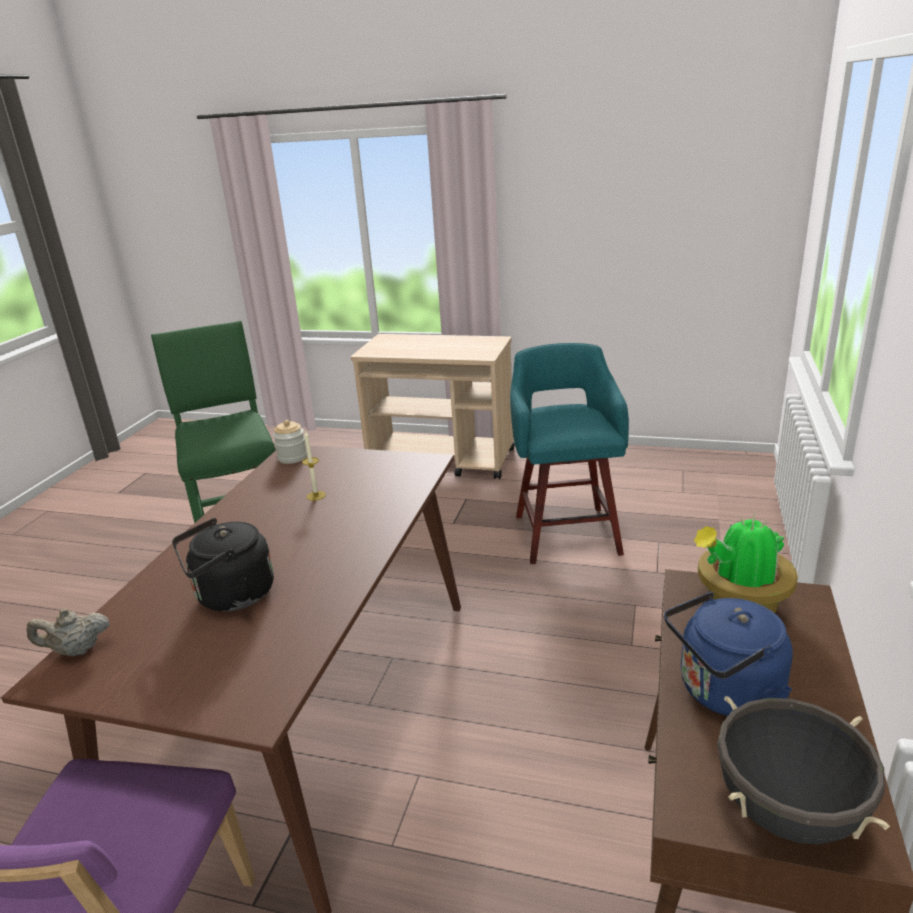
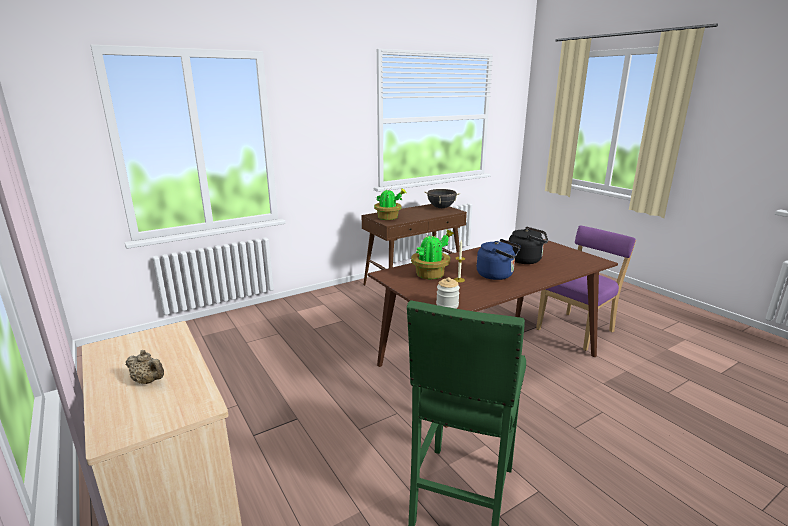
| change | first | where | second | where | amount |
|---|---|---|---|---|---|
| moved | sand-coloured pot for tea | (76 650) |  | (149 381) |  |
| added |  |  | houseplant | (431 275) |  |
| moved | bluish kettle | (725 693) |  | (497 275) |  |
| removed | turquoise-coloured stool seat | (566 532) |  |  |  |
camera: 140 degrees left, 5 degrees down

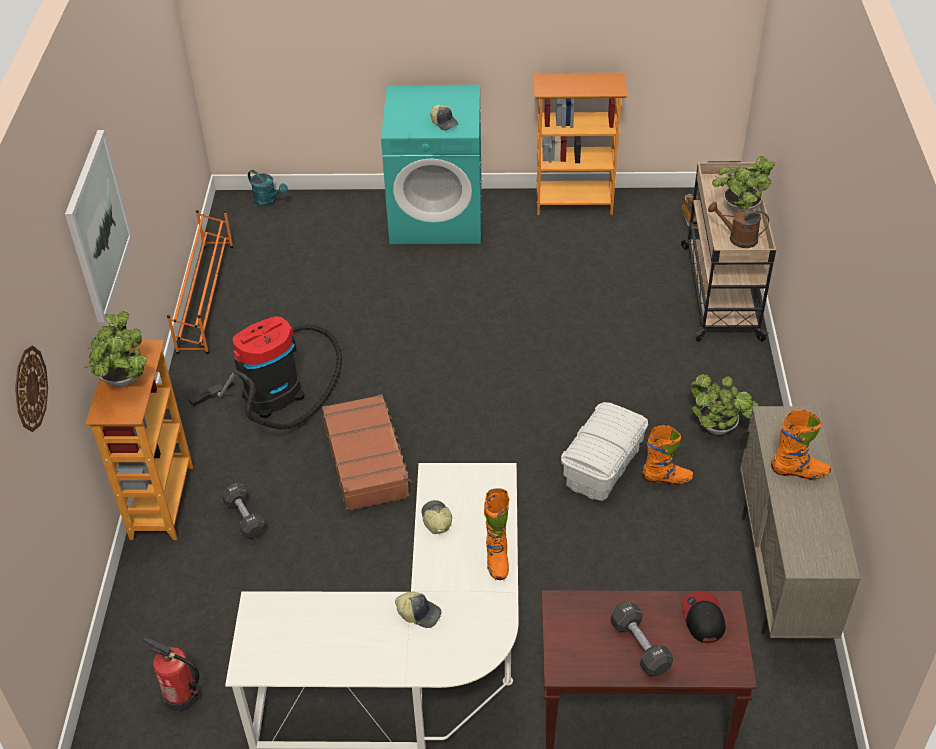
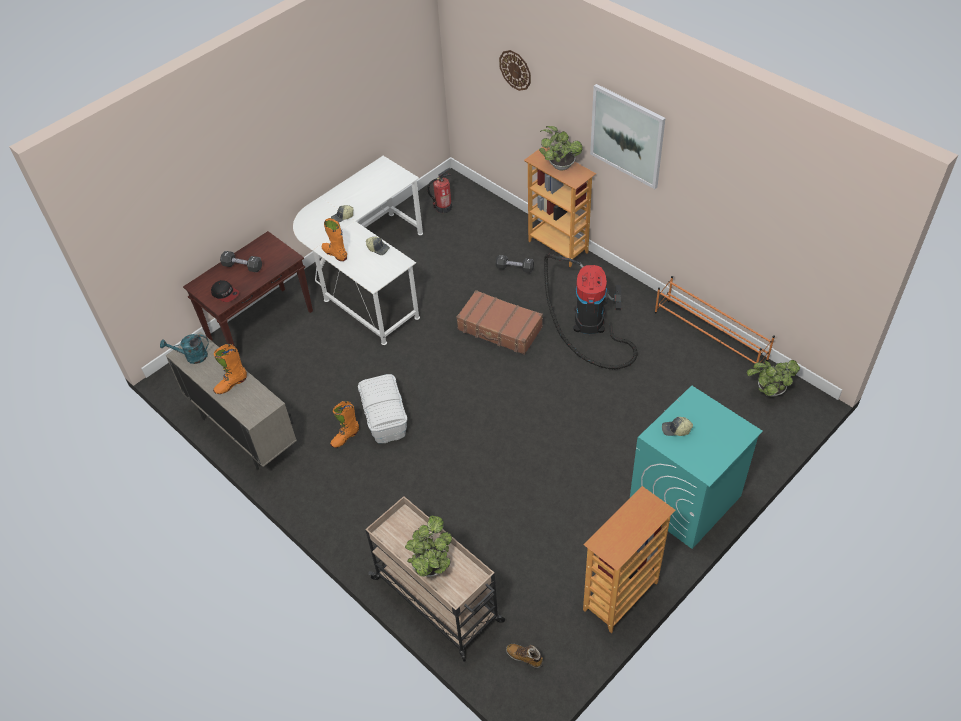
| change | first | where | second | where | amount |
|---|---|---|---|---|---|
| moved | turquoise-coloured watering can | (269 201) |  | (192 357) |  |
| moved | houseplant | (719 428) |  | (768 391) |  |
| removed | brown-coloured watering can | (737 238) |  |  |  |
camera: 135 degrees right, 5 degrees up

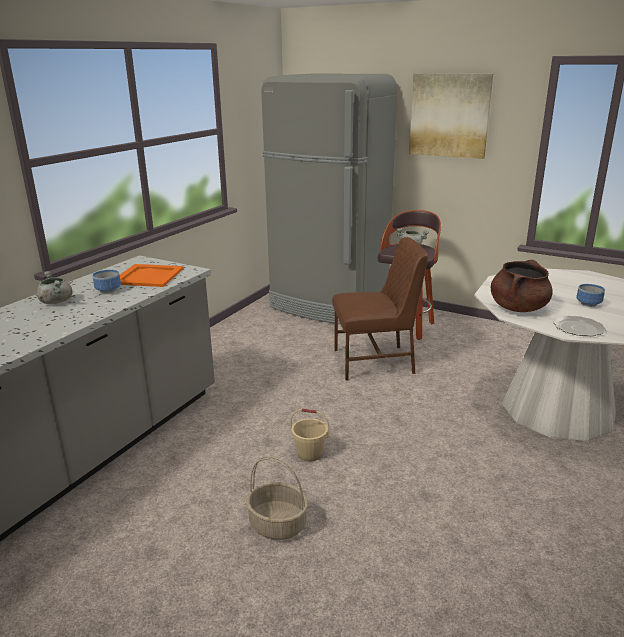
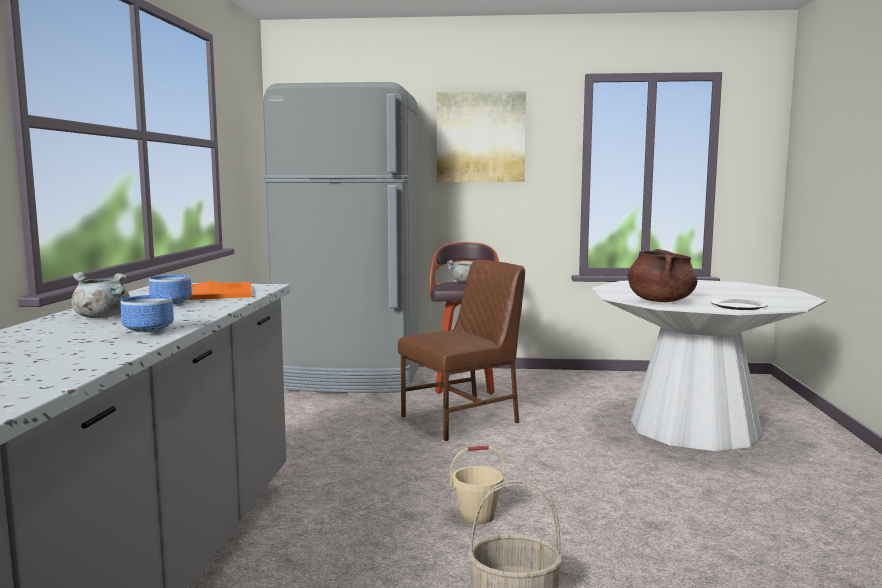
| change | first | where | second | where | amount |
|---|---|---|---|---|---|
| moved | serving bowl | (588 303) |  | (150 331) |  |
camera: 25 degrees left, 15 degrees down

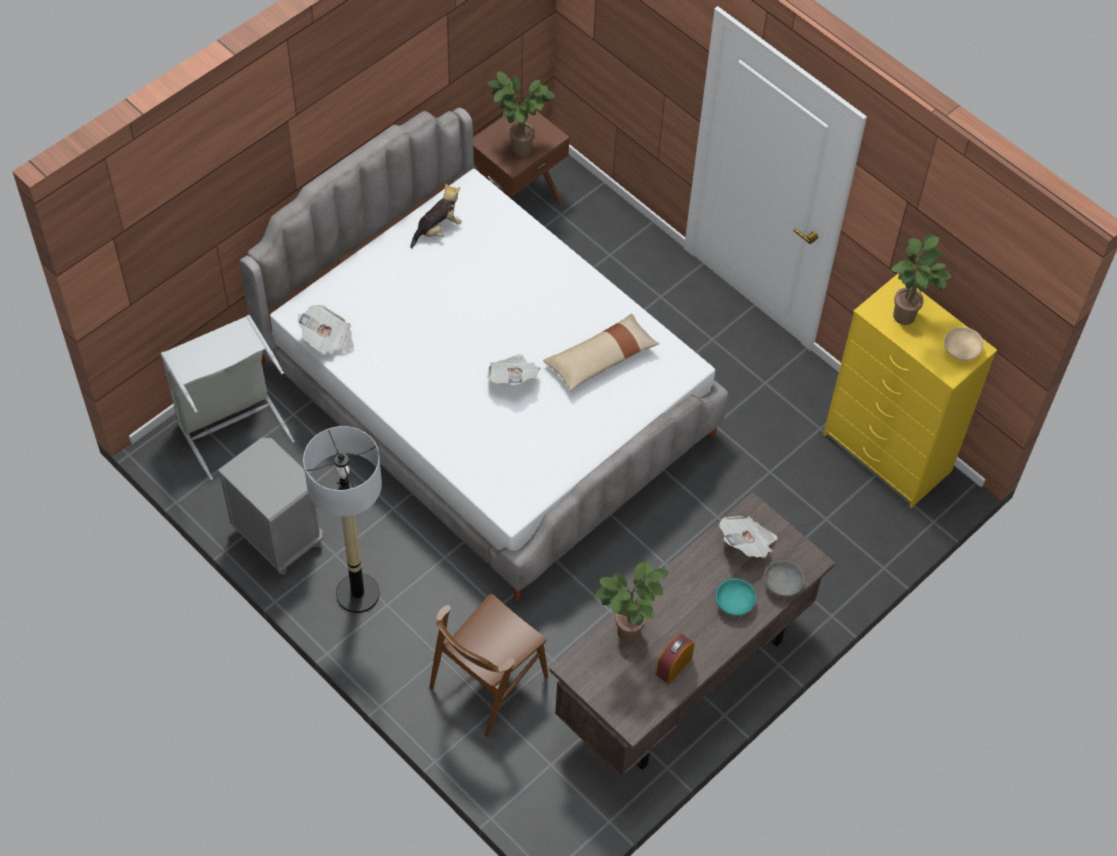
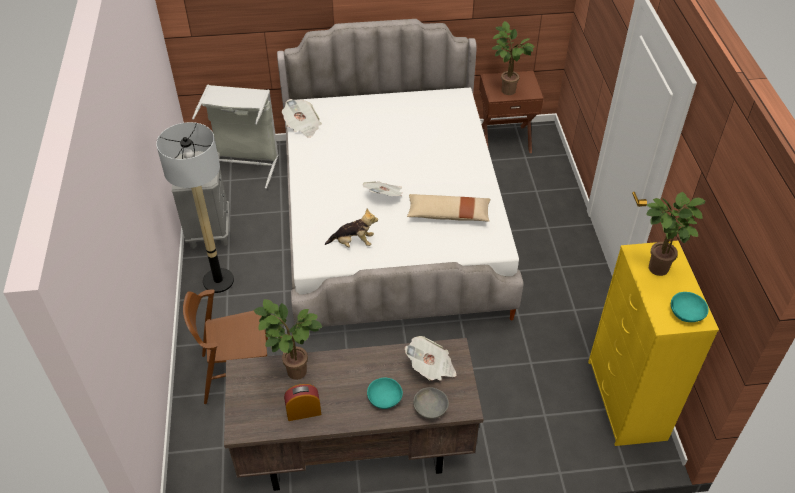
| change | first | where | second | where | amount |
|---|---|---|---|---|---|
| moved | soft toy | (437 230) |  | (353 243) |  |
| recoloured | sand-coloured serving bowl | (961 351) | turquoise-coloured serving bowl | (686 314) |  |
camera: 40 degrees right, 10 degrees down

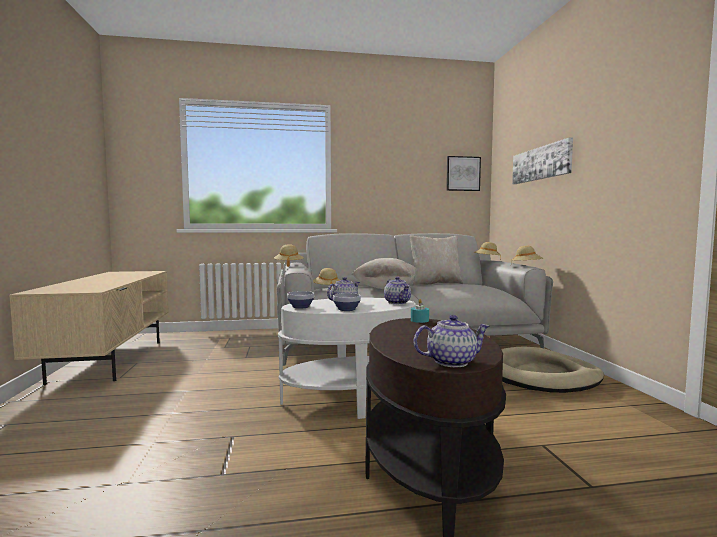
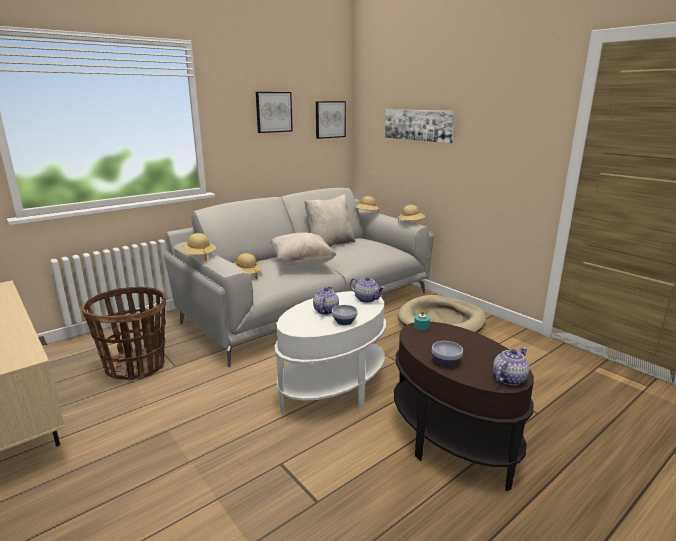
| change | first | where | second | where | amount |
|---|---|---|---|---|---|
| added |  |  | household basket | (136 366) |  |
| added |  |  | wall picture | (273 112) |  |
| moved | serving bowl | (301 307) |  | (447 362) |  |
camera: 30 degrees left, 15 degrees up

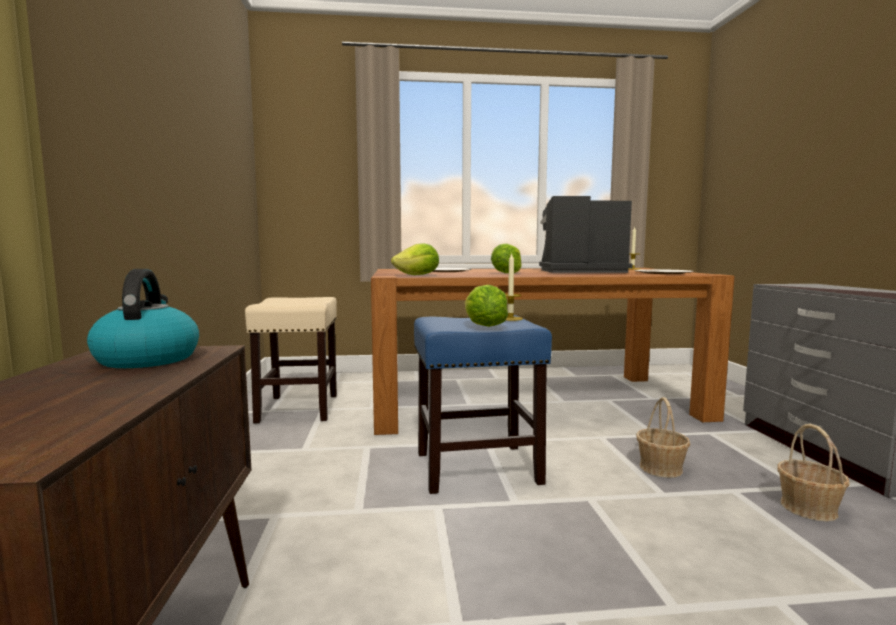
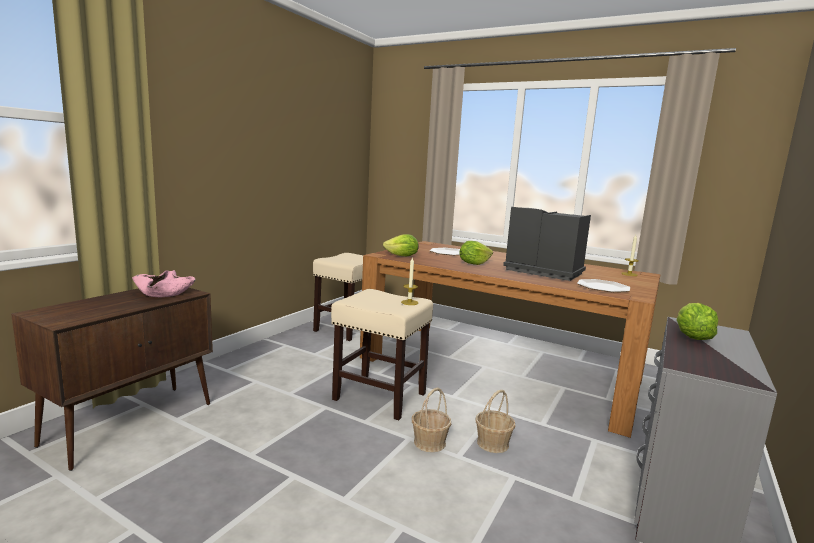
| change | first | where | second | where | amount |
|---|---|---|---|---|---|
| replaced | kettle | (147 359) | pink serving bowl | (165 293) |  |
| recoloured | bluish stool seat | (475 468) | sand-coloured stool seat | (378 396) |  |
| moved | household basket | (808 508) |  | (429 442) |  |
| moved | lettuce head | (484 326) |  | (691 337) |  |
camera: 35 degrees right, 5 degrees up

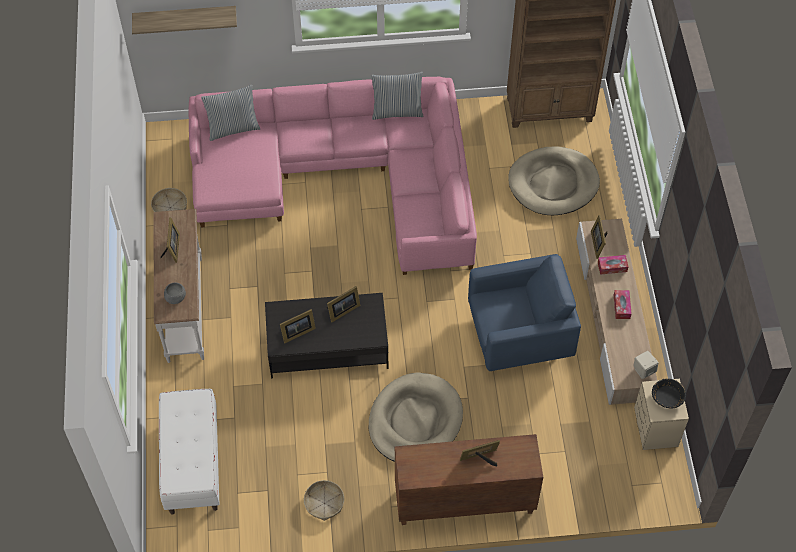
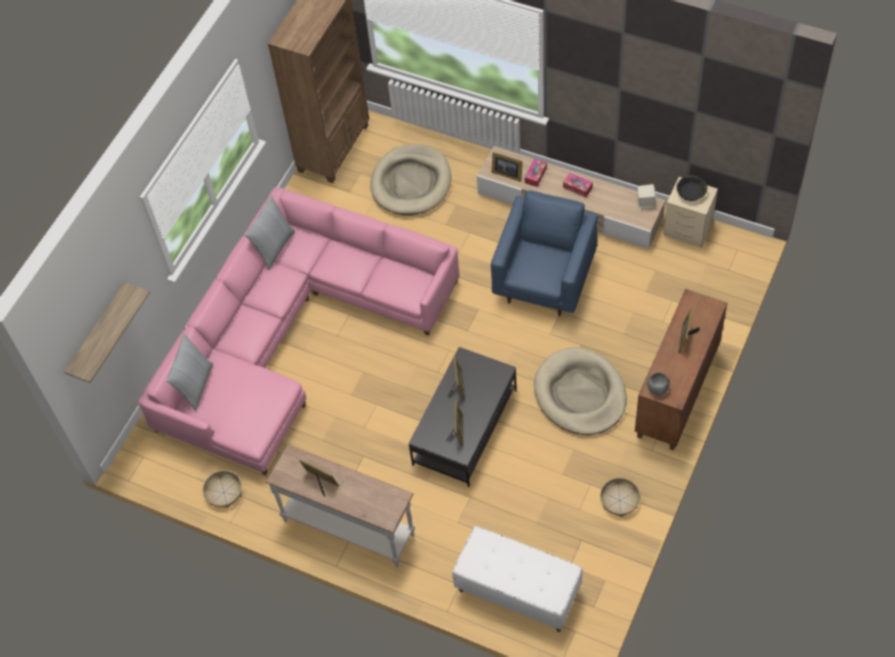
| change | first | where | second | where | amount |
|---|---|---|---|---|---|
| moved | grey serving bowl | (176 298) |  | (658 388) |  |
camera: 55 degrees left, 0 degrees up

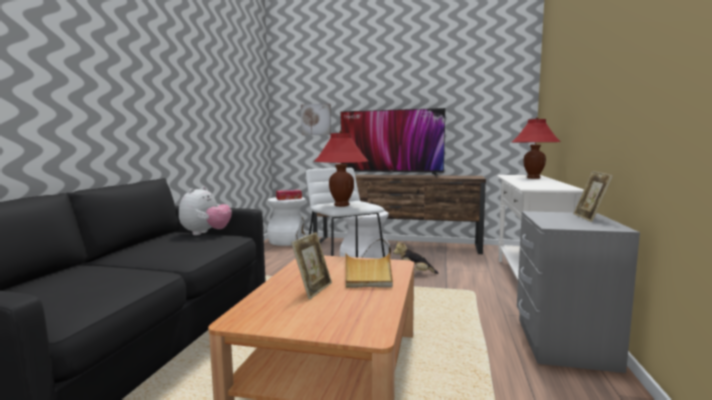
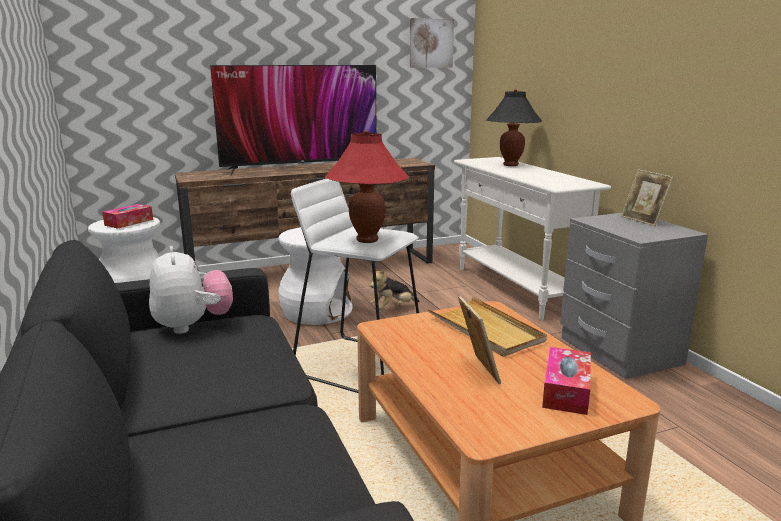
| change | first | where | second | where | amount |
|---|---|---|---|---|---|
| moved | wall picture | (316 119) |  | (430 43) |  |
| recoloured | red-coloured tabletop lamp | (533 178) | blackish tabletop lamp | (510 165) |  |
| added |  |  | box of tissues | (566 390) |  |
camera: 35 degrees left, 10 degrees up

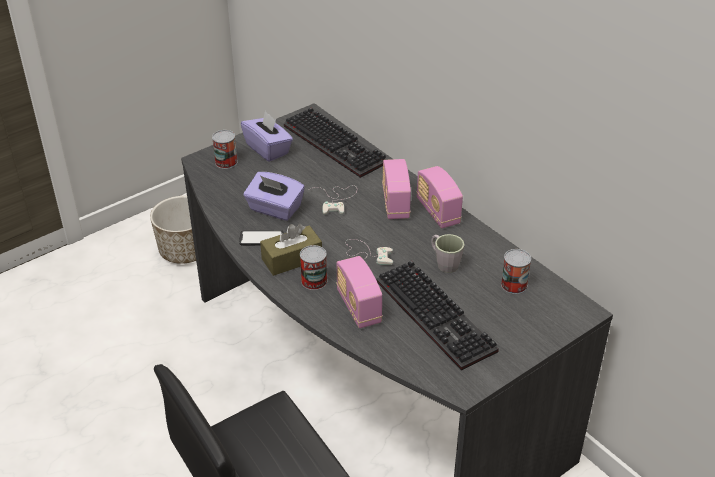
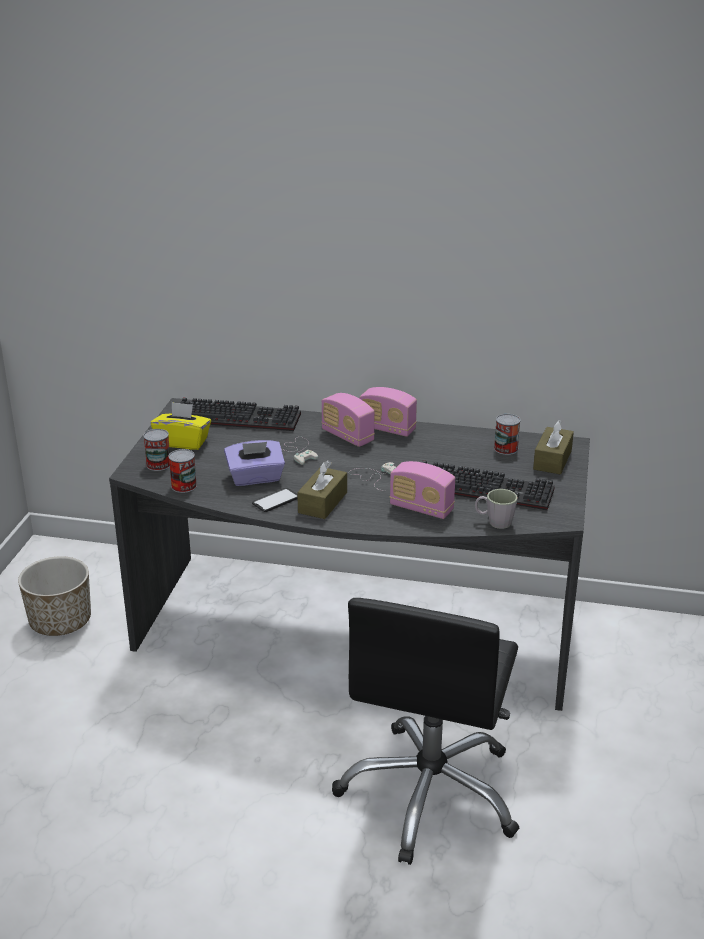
| change | first | where | second | where | amount |
|---|---|---|---|---|---|
| recoloured | purple box of tissues | (268 149) | yellowish box of tissues | (183 442) |  |
| moved | sealed can | (314 281) |  | (184 486) |  |
| moved | grey mug | (444 263) |  | (494 522) |  |
| added |  |  | brown-coloured box of tissues | (552 460) |  |
camera: 40 degrees left, 10 degrees down

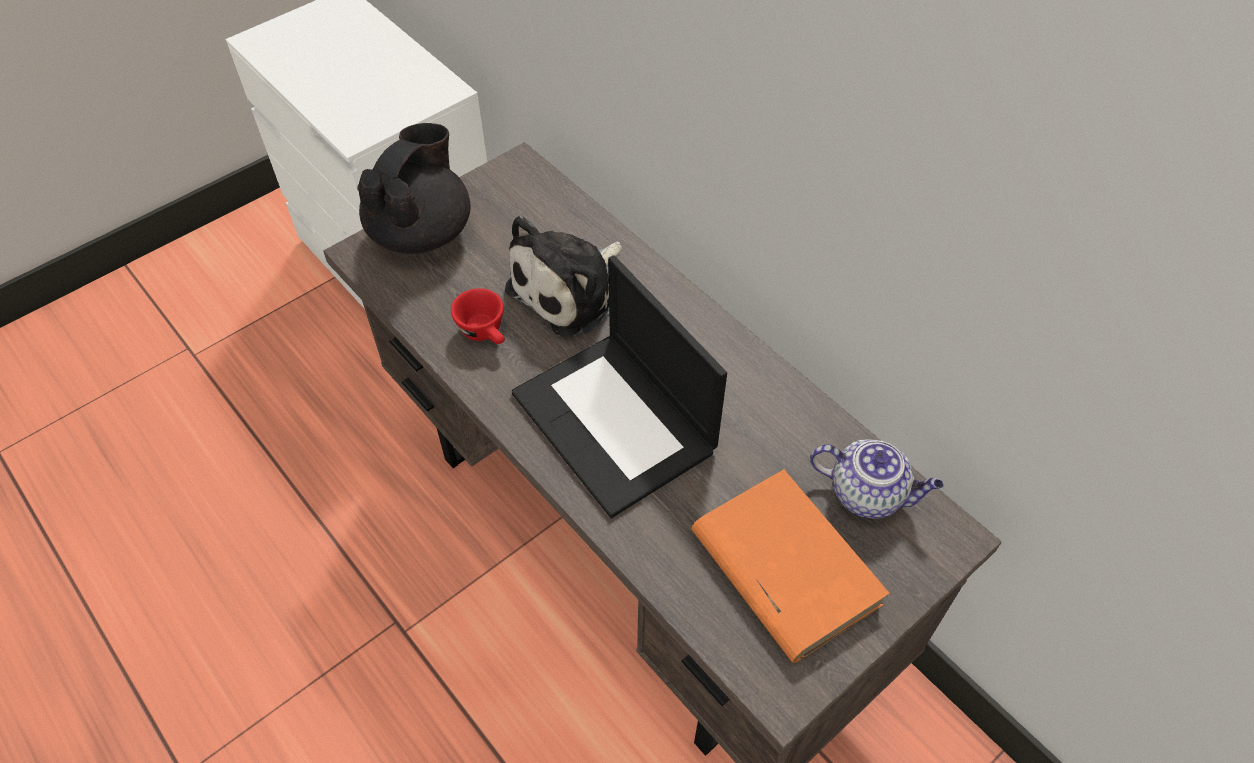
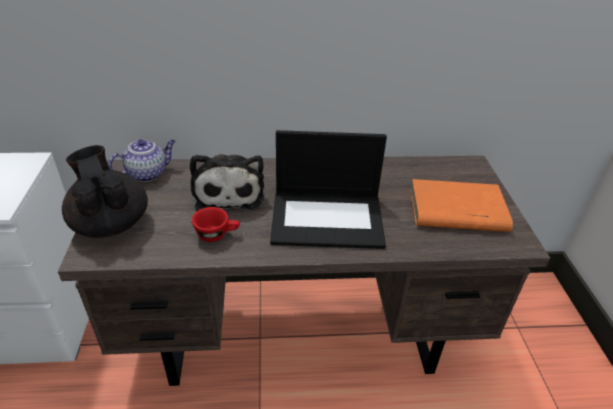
| change | first | where | second | where | amount |
|---|---|---|---|---|---|
| moved | pot for tea | (868 493) |  | (148 173) |  |
camera: 55 degrees left, 15 degrees down

